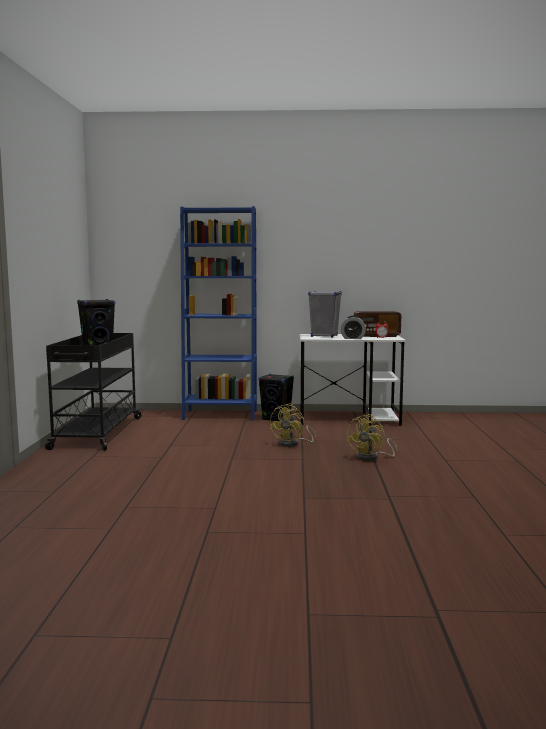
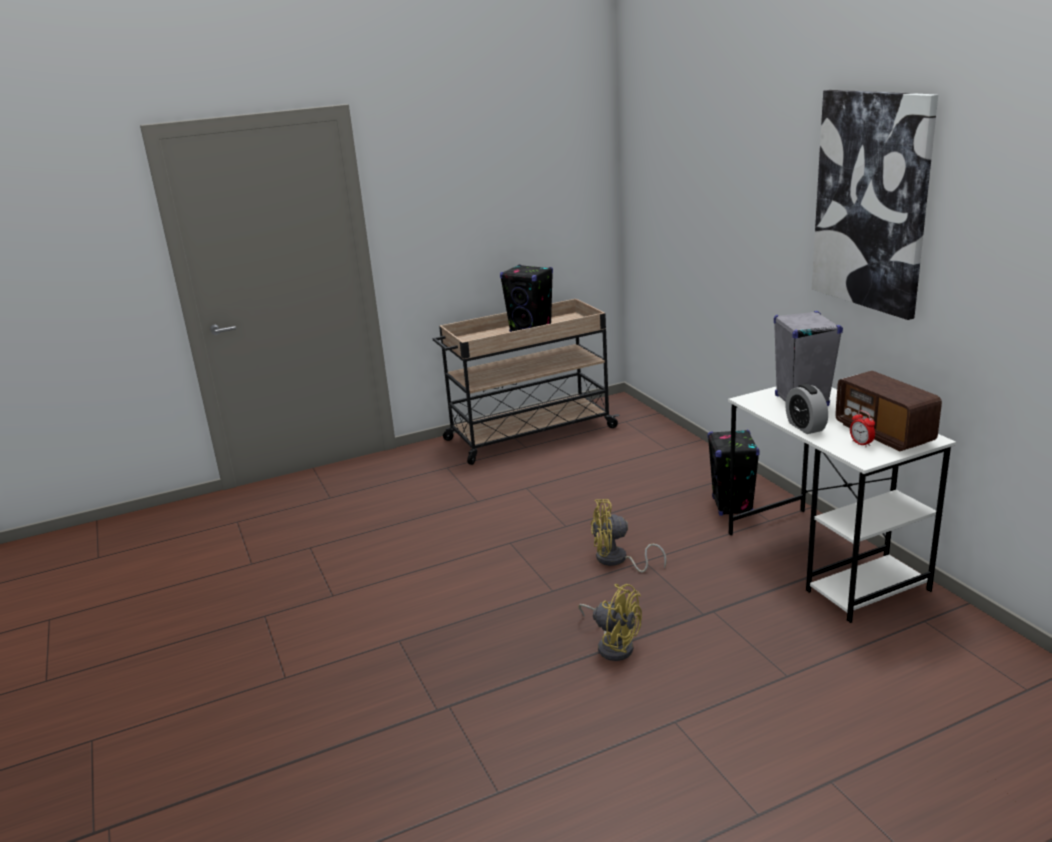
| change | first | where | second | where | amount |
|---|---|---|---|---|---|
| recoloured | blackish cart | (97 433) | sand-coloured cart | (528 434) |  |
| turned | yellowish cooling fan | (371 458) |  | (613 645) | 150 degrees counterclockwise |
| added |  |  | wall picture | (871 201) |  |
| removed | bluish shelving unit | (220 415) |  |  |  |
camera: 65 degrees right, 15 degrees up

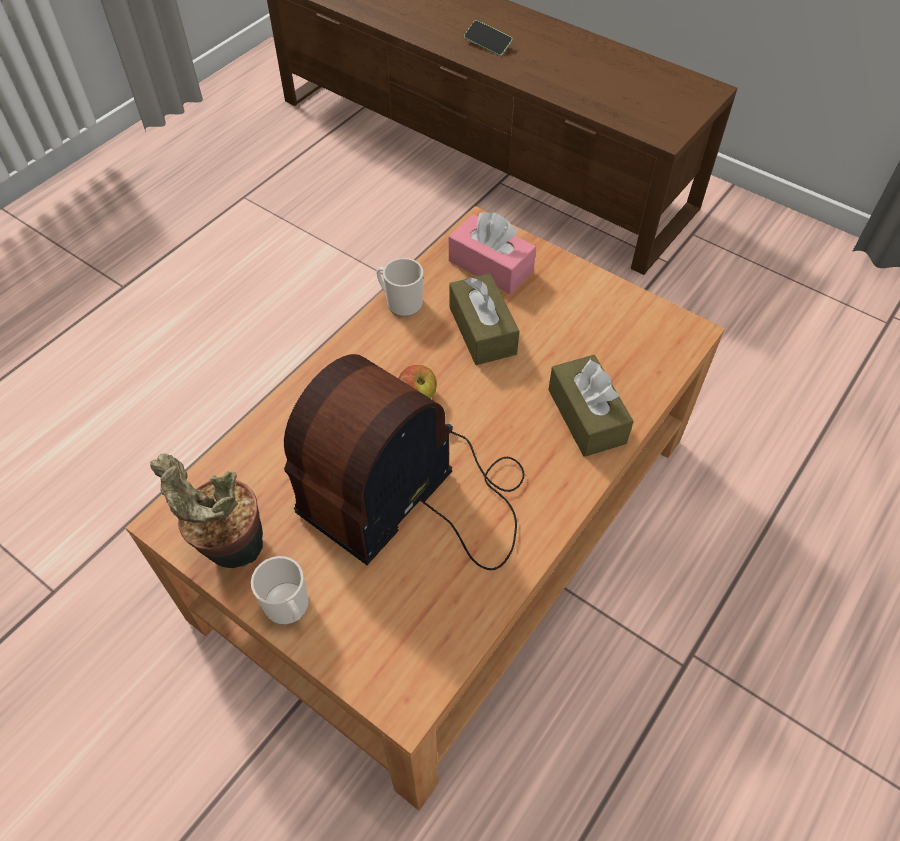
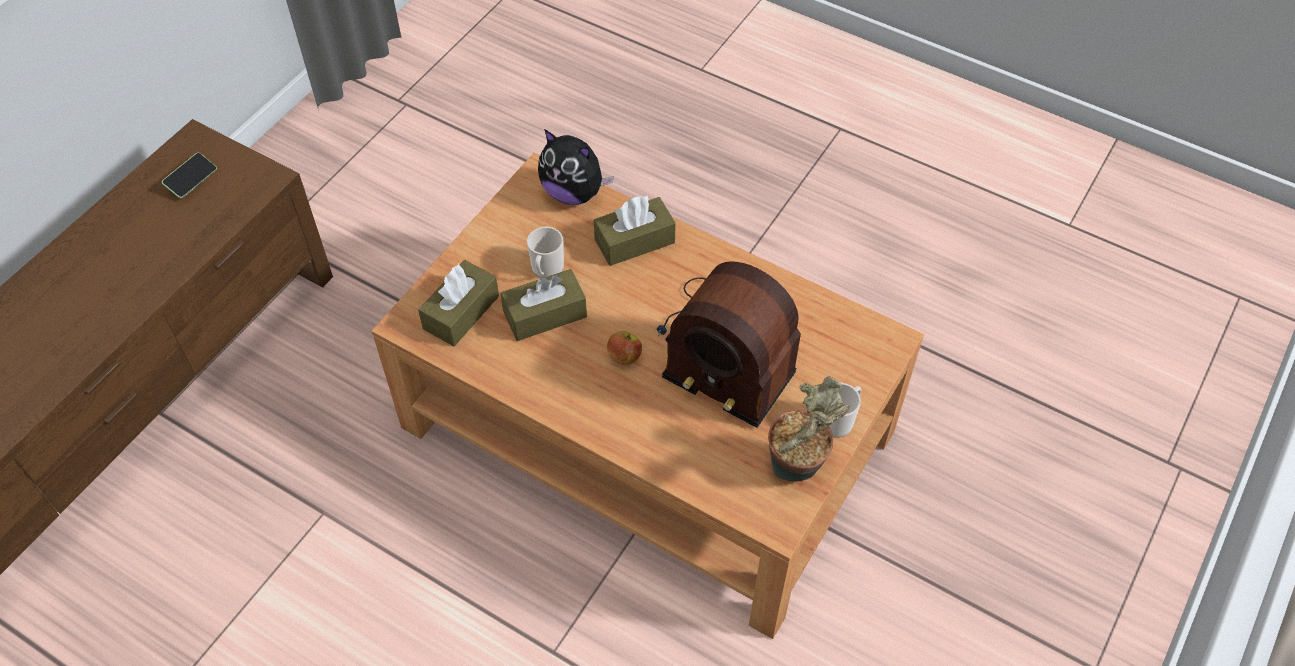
| change | first | where | second | where | amount |
|---|---|---|---|---|---|
| moved | phone | (487 44) |  | (192 180) |  |
| recoloured | pink box of tissues | (490 266) | brown-coloured box of tissues | (461 312) |  |
| moved | mug | (400 303) |  | (546 269) |  |
| added |  |  | soft toy | (574 193) |  |
camera: 95 degrees left, 0 degrees up

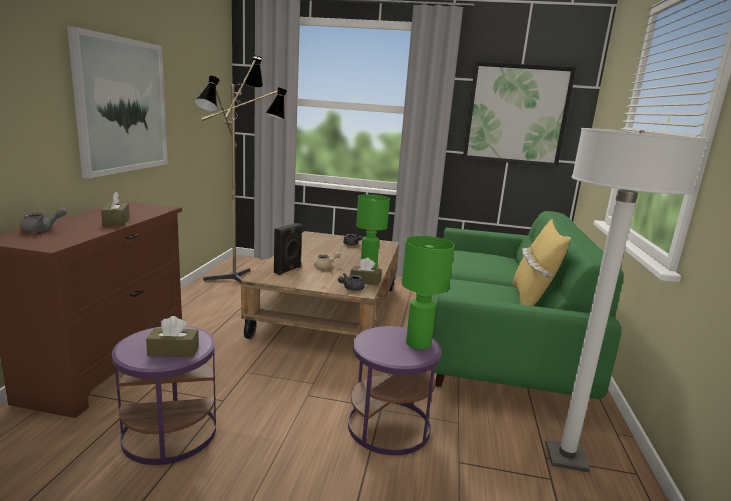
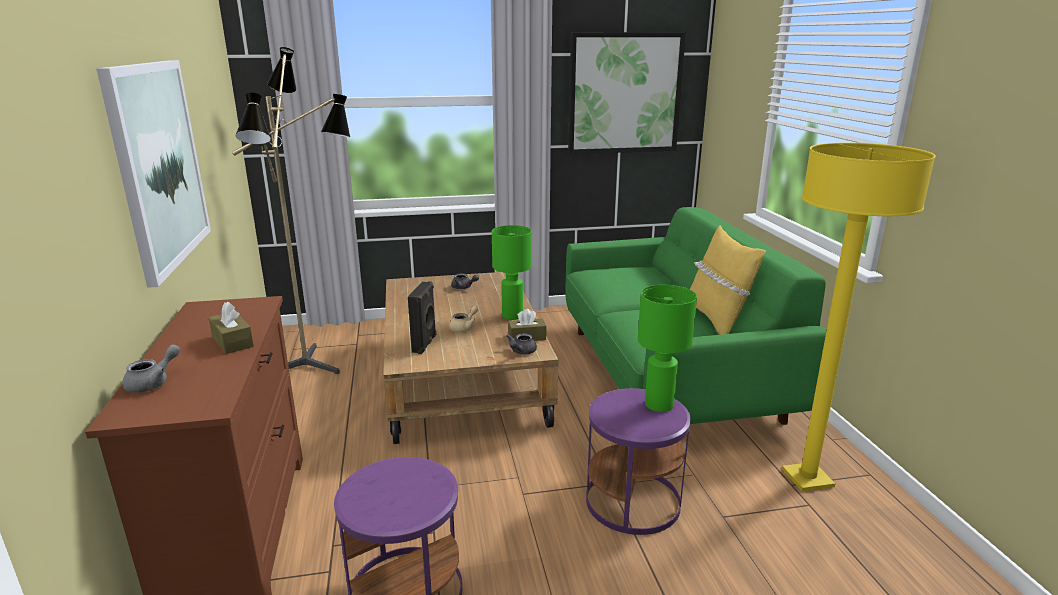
| change | first | where | second | where | amount |
|---|---|---|---|---|---|
| recoloured | white-coloured standing lamp | (566 457) | yellowish standing lamp | (807 478) |  |
| removed | brown-coloured box of tissues | (173 351) |  |  |  |
camera: 20 degrees left, 5 degrees up

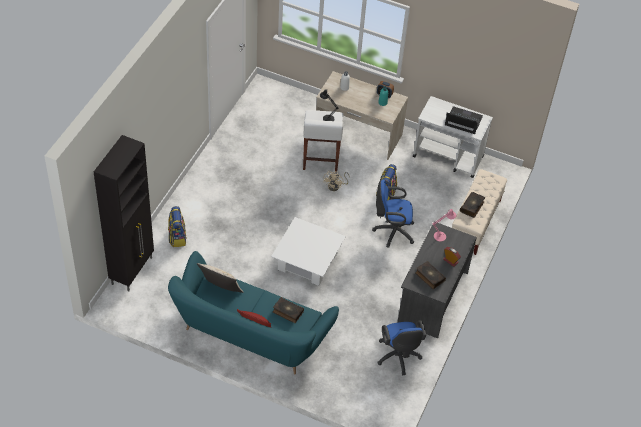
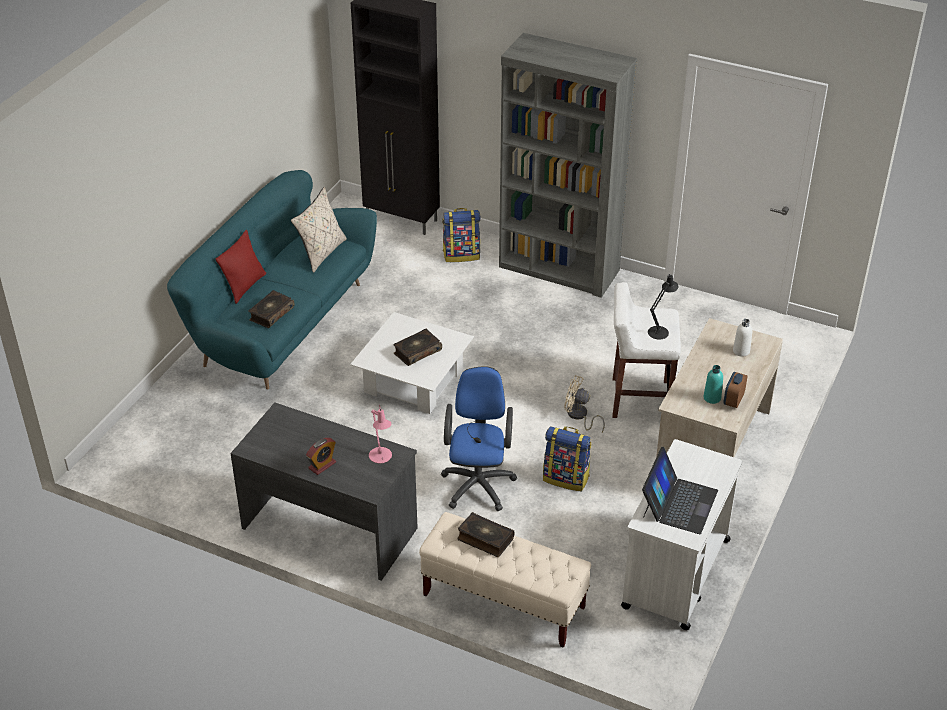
| change | first | where | second | where | amount |
|---|---|---|---|---|---|
| moved | bound book | (429 277) |  | (417 352) |  |
| added |  |  | grey shelving unit | (559 269) |  |
| removed | bluish computer chair | (398 357) |  |  |  |
camera: 95 degrees right, 10 degrees down

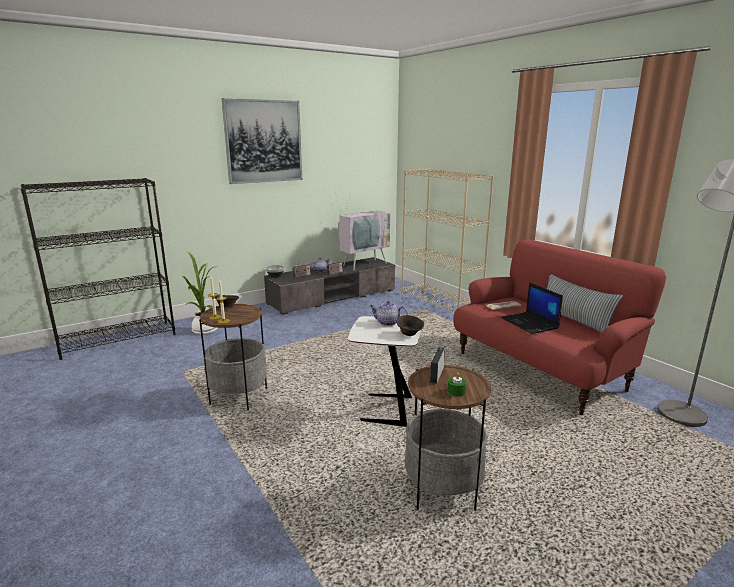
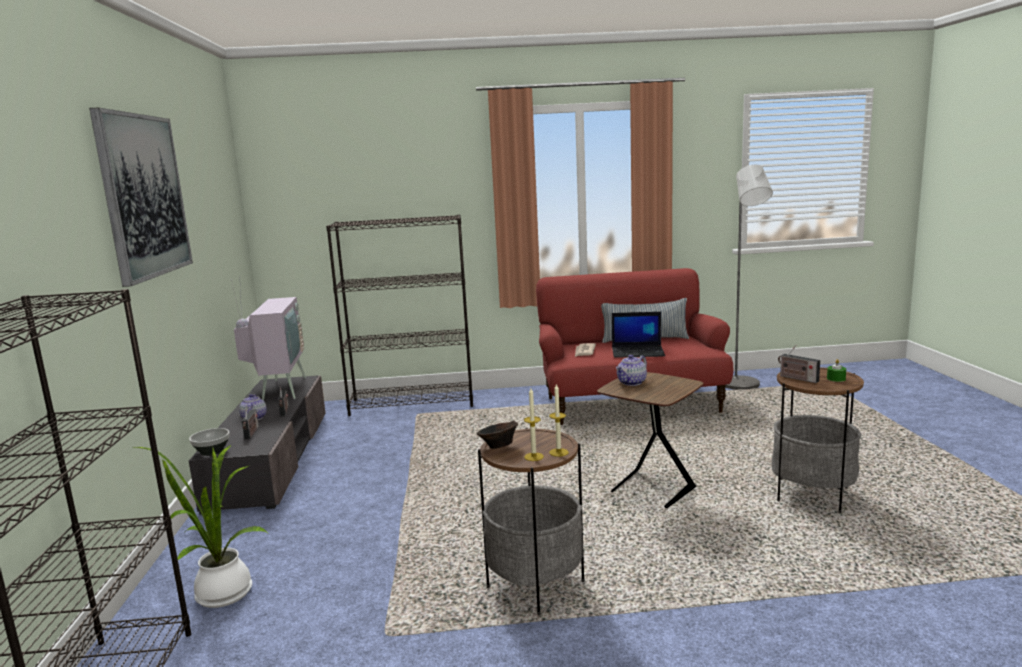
| change | first | where | second | where | amount |
|---|---|---|---|---|---|
| recoloured | sand-coloured shelving unit | (440 303) | blackish shelving unit | (413 403) |  |
| recoloured | white-coloured accent table | (385 410) | brown-coloured accent table | (651 491) |  |
| removed | brown-coloured serving bowl | (410 334) |  |  |  |
camera: 60 degrees left, 5 degrees down

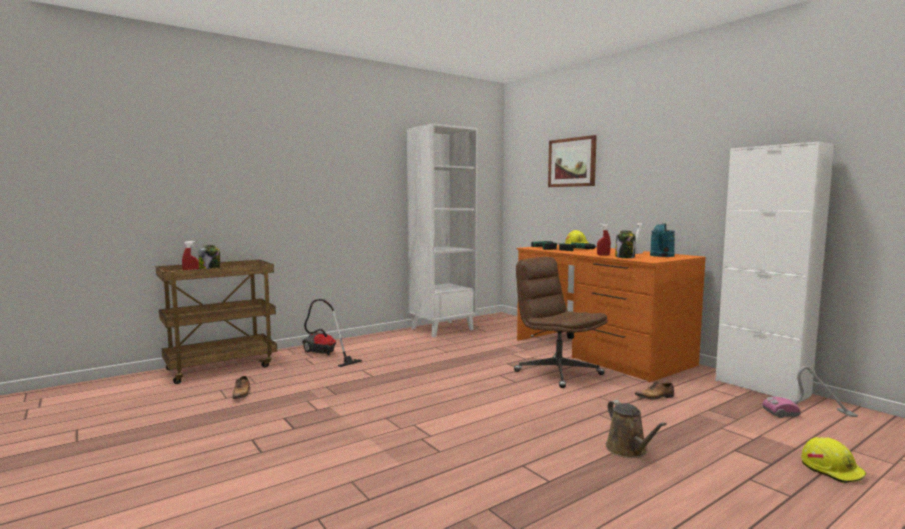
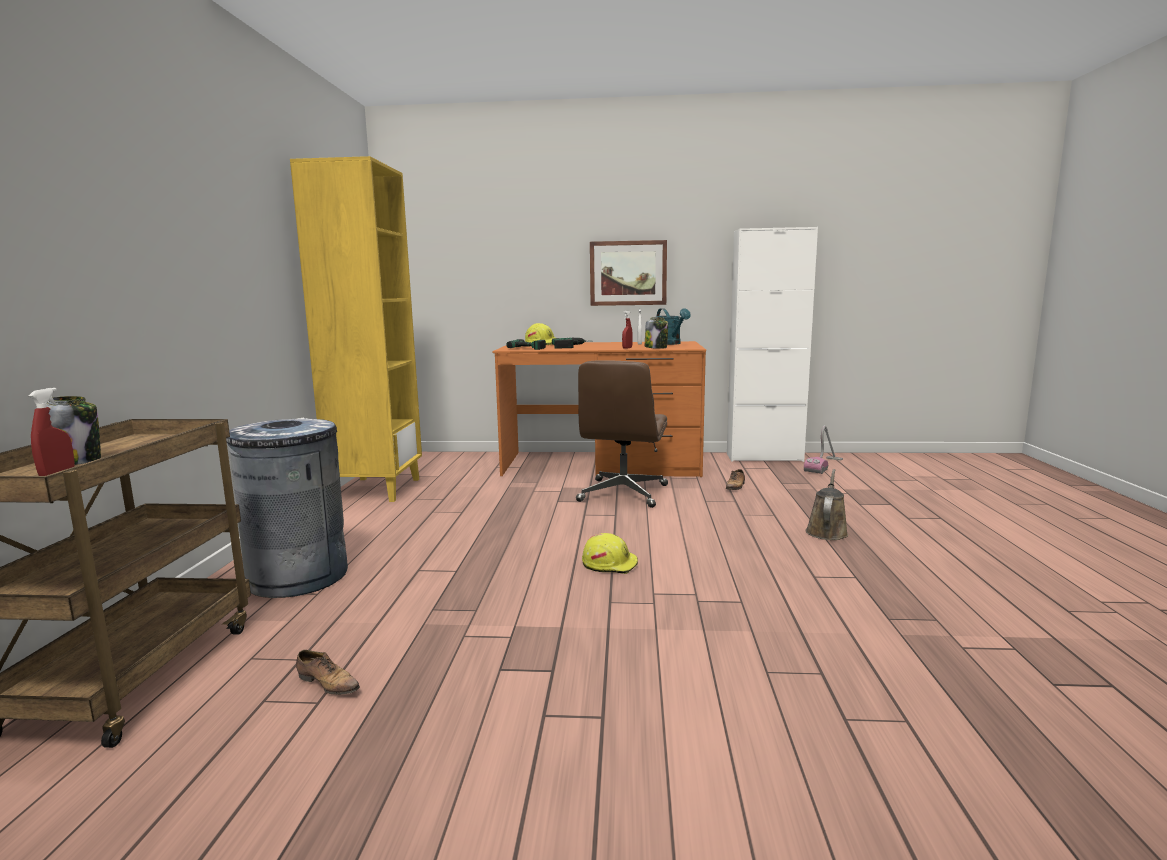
| change | first | where | second | where | amount |
|---|---|---|---|---|---|
| replaced | vacuum cleaner | (324 355) | grey waste bin | (298 576) |  |
| recoloured | white-coloured shelving unit | (442 329) | yellowish shelving unit | (376 489) |  |
| turned | brown-coloured computer chair | (557 373) |  | (623 494) | 75 degrees counterclockwise |
| moved | yellowish safety helmet | (832 469) |  | (610 564) |  |
| moved | wall picture | (572 162) |  | (628 273) |  |
| turned | brown-coloured watering can | (628 450) |  | (826 531) | 90 degrees counterclockwise |
camera: 50 degrees left, 5 degrees up

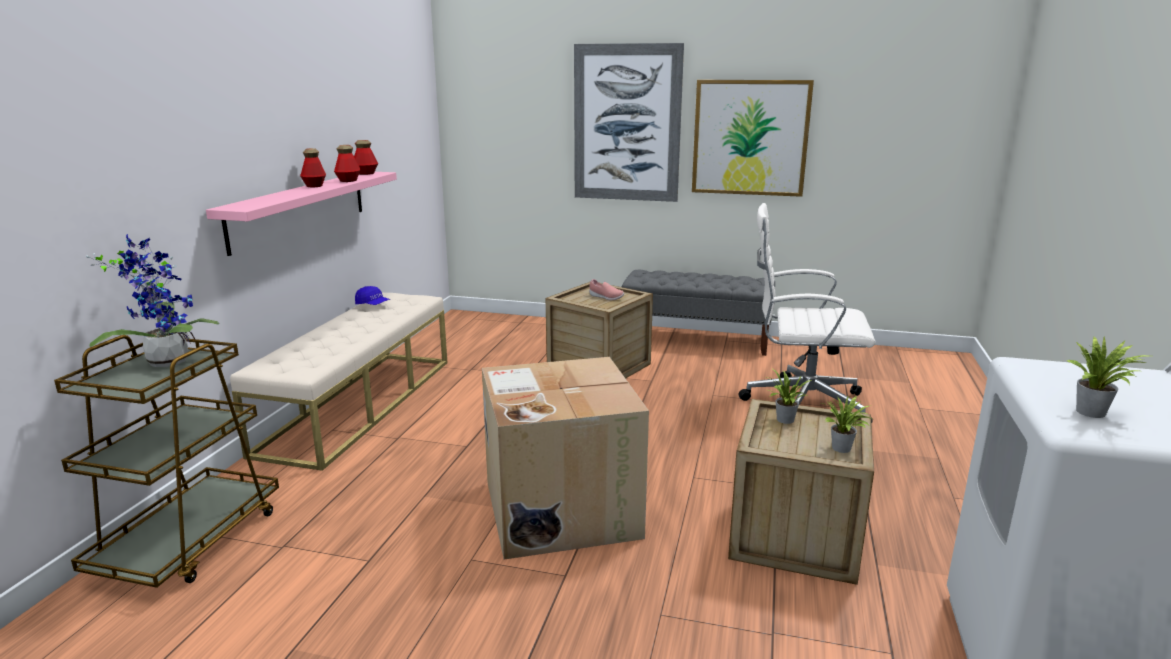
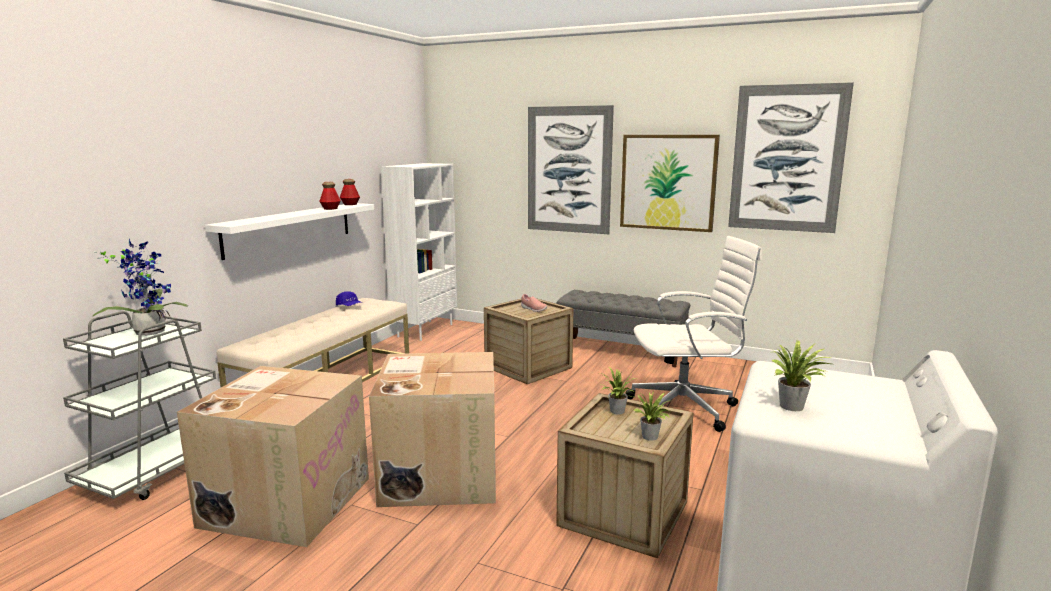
| change | first | where | second | where | amount |
|---|---|---|---|---|---|
| recoloured | brown-coloured cart | (190 541) | grey cart | (158 470) |  |
| added |  |  | carton | (286 500) |  |
| recoloured | pink wall shelf | (300 209) | white-coloured wall shelf | (290 228) |  |
| added |  |  | white-coloured shelving unit | (425 330) |  |
| turned | white-coloured computer chair | (801 404) |  | (686 408) | 150 degrees clockwise |
| added |  |  | wall picture | (787 159) |  |
| removed | beverage bottle | (314 186) |  |  |  |
camera: 10 degrees right, 5 degrees down

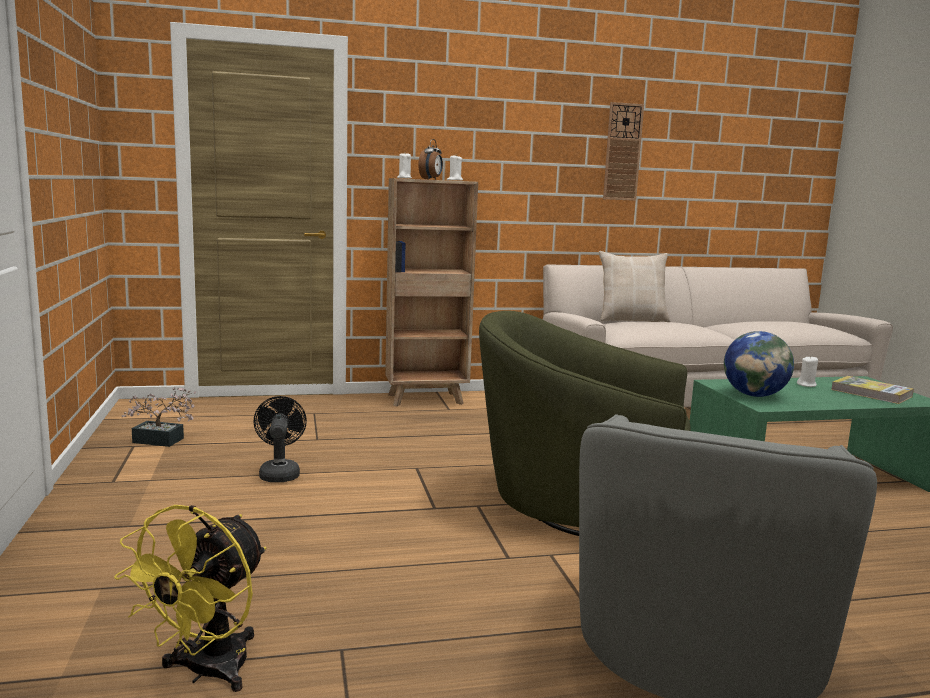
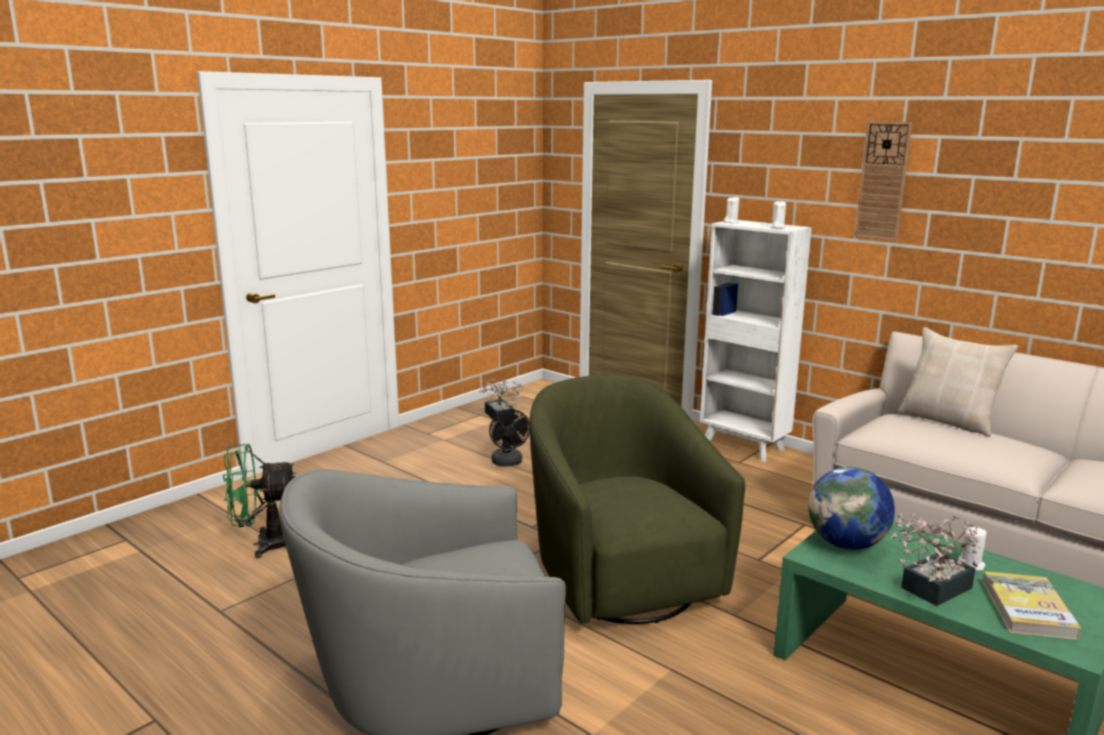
| change | first | where | second | where | amount |
|---|---|---|---|---|---|
| recoloured | yellowish cooling fan | (206 673) | greenish cooling fan | (264 544) |  |
| turned | blackish cooling fan | (279 473) |  | (508 463) | 120 degrees clockwise |
| recoloured | brown-coloured shelving unit | (427 399) | white-coloured shelving unit | (744 447) |  |
| moved | clock on the wall | (622 152) |  | (883 181) |  |
| added |  |  | houseplant | (930 590) |  |
| removed | alarm clock | (431 179) |  |  |  |
camera: 55 degrees right, 5 degrees up

